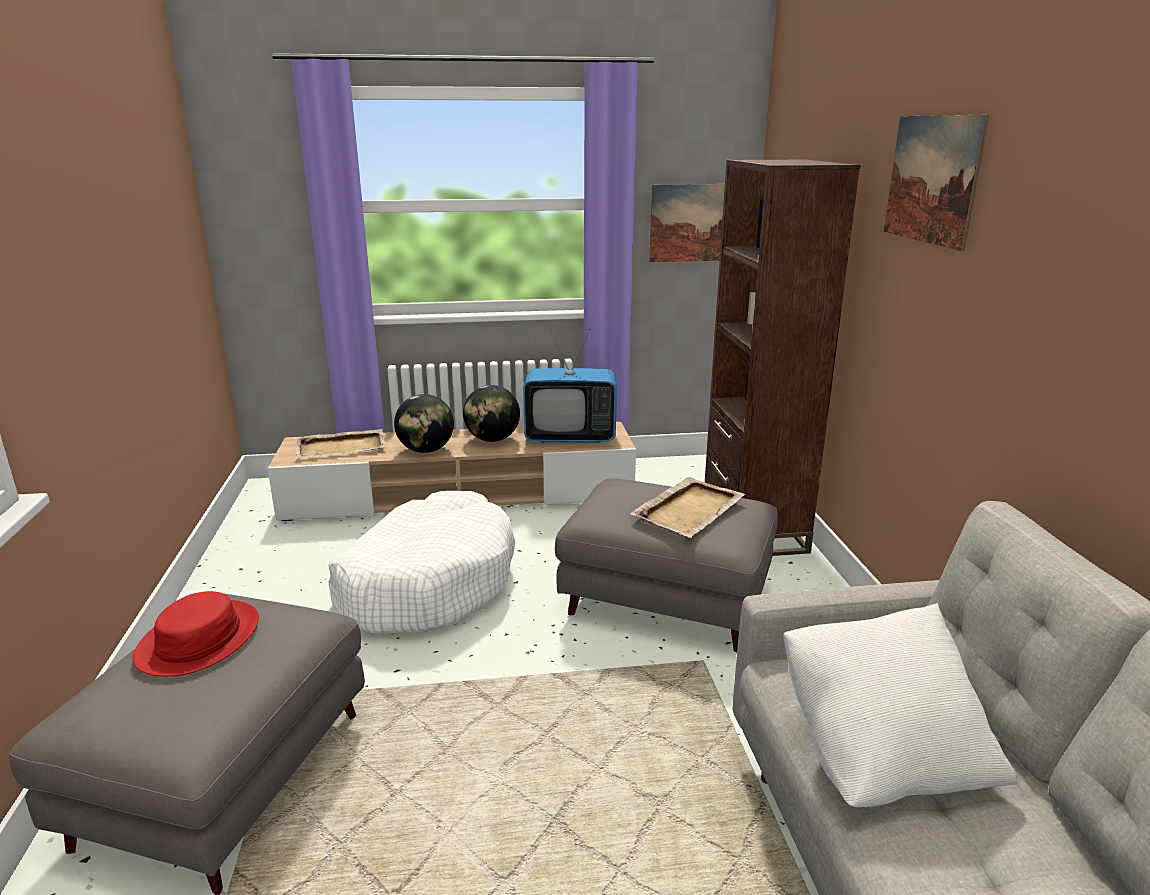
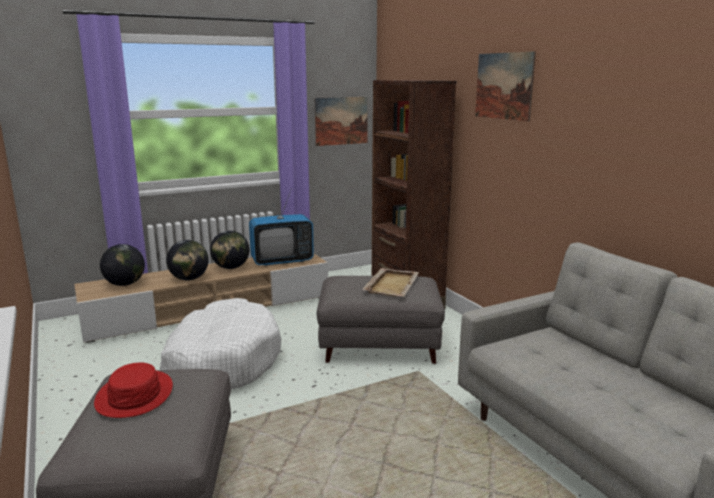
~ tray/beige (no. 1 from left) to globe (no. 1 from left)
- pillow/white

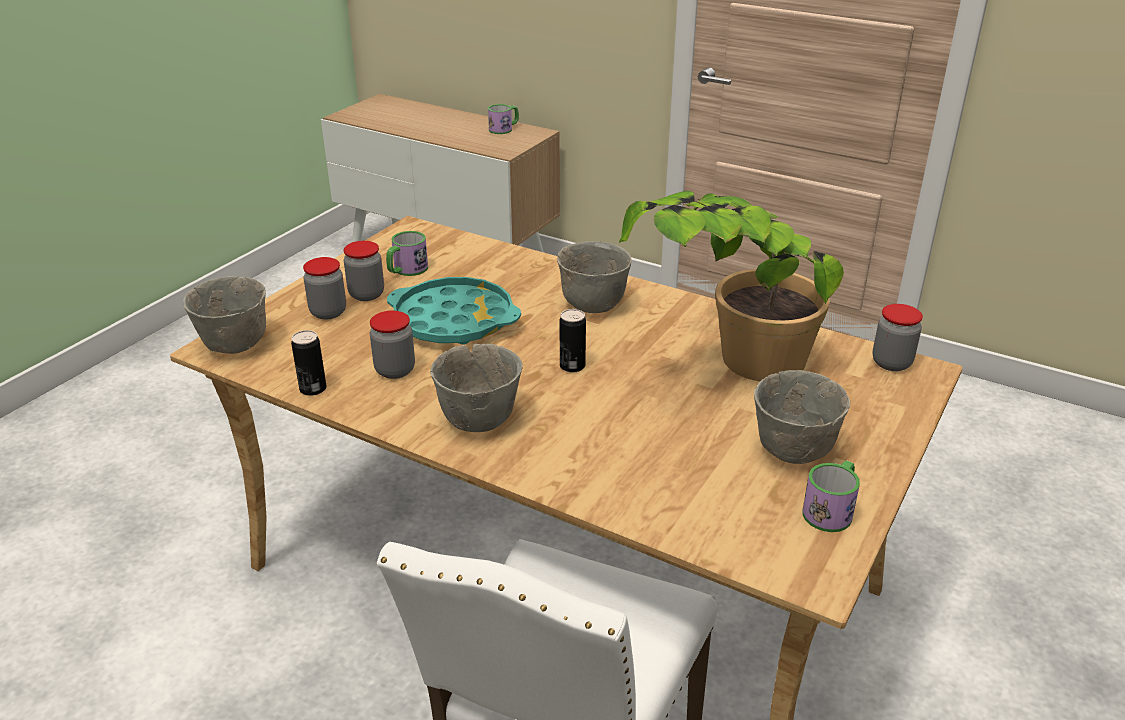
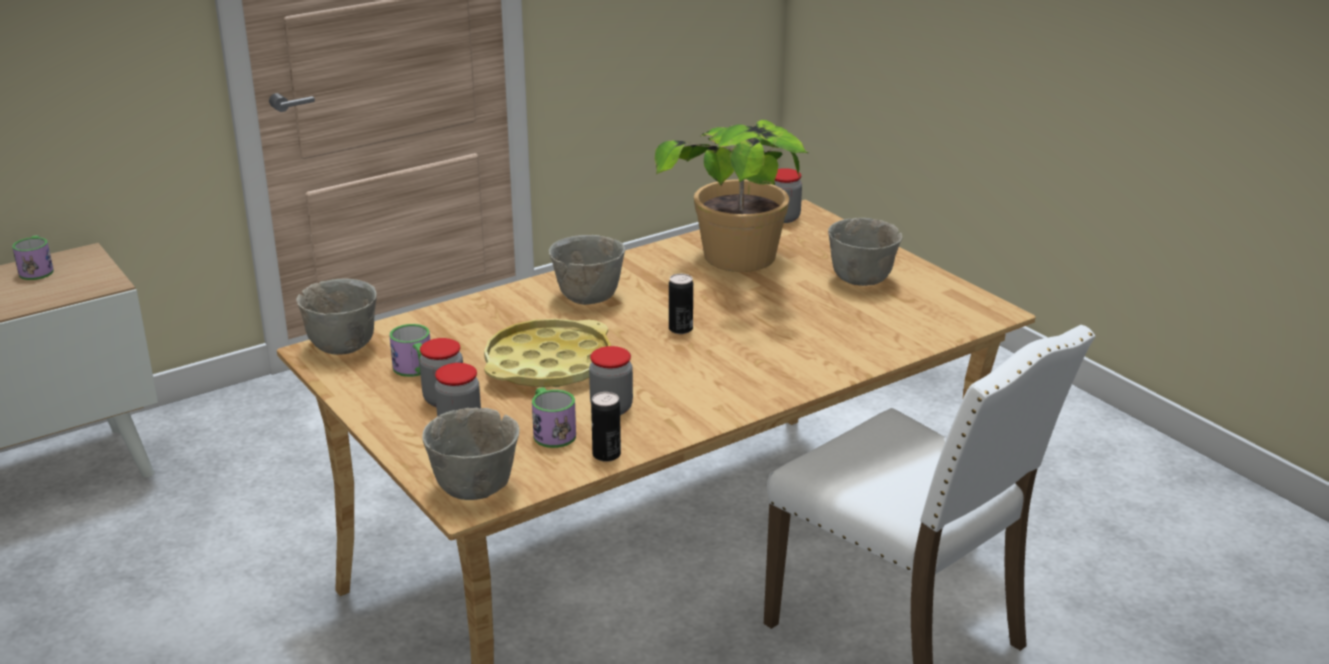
~ tray/turquoise to tray/yellow
~ bowl/grey (no. 2 from left in the first image) to bowl/grey (no. 1 from left)
~ mug (no. 3 from left)

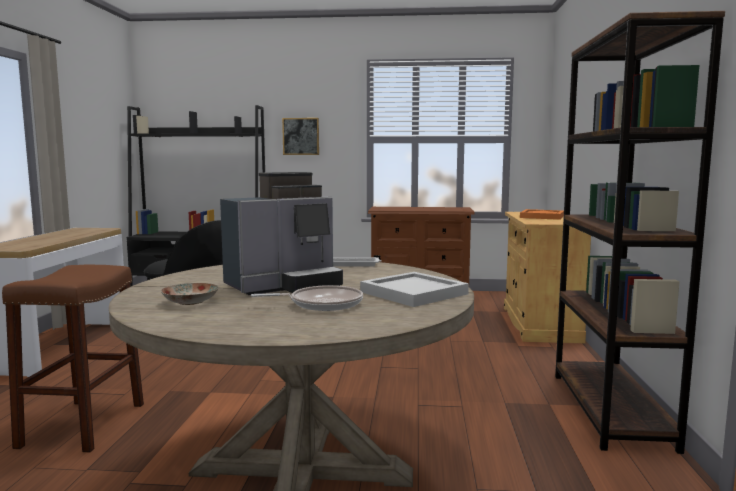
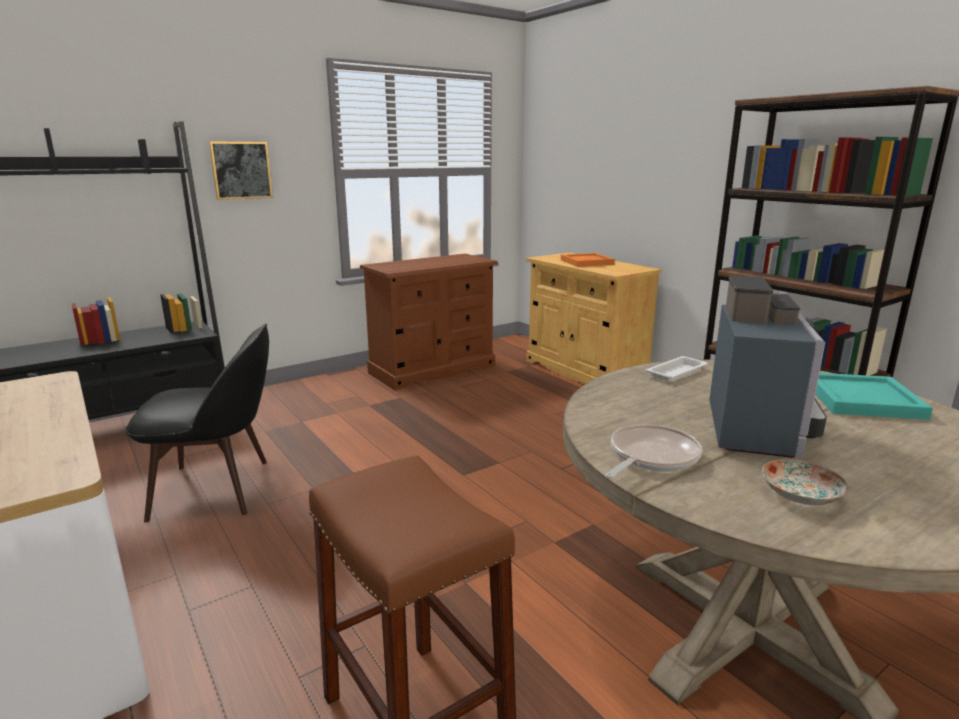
~ frying pan
~ tray/white (no. 2 from left) to tray/turquoise

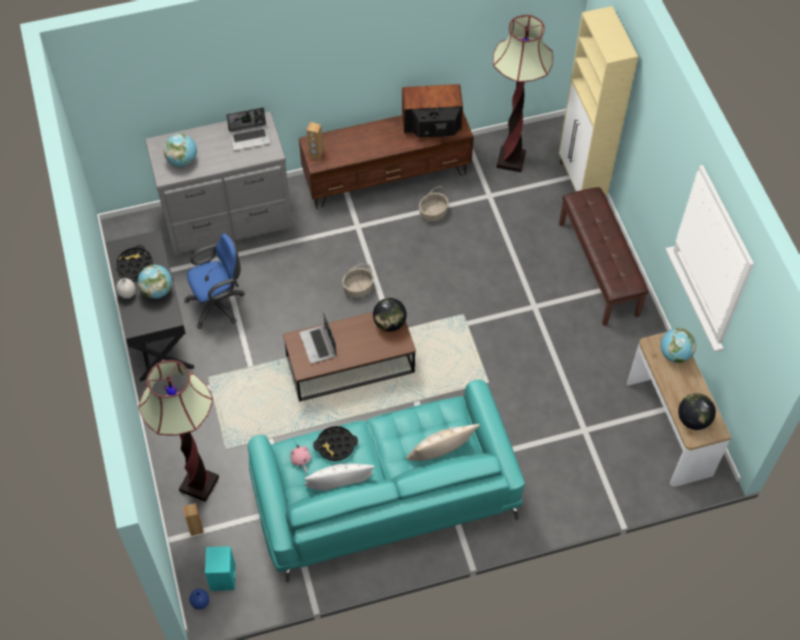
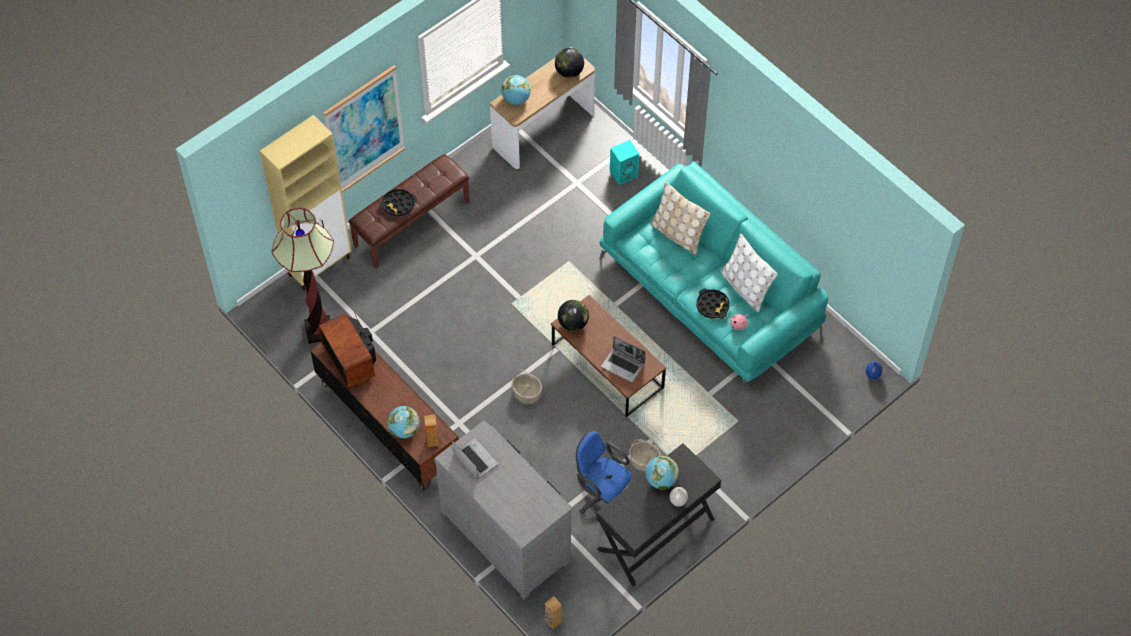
~ tray/black (no. 1 from left)
- floor lamp (no. 1 from left)
~ globe (no. 2 from left in the first image) to globe (no. 1 from left)
~ speaker/brown (no. 1 from left in the first image) to speaker/brown (no. 2 from left)
~ speaker/turquoise
~ laptop (no. 2 from left) 75 degrees clockwise
~ basket (no. 2 from left)
+ picture

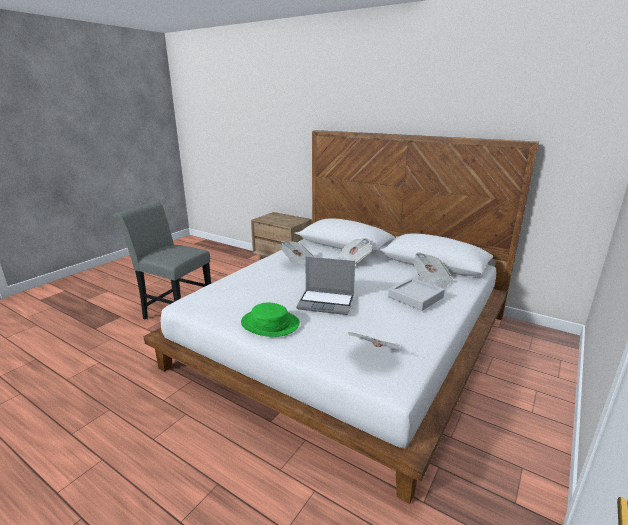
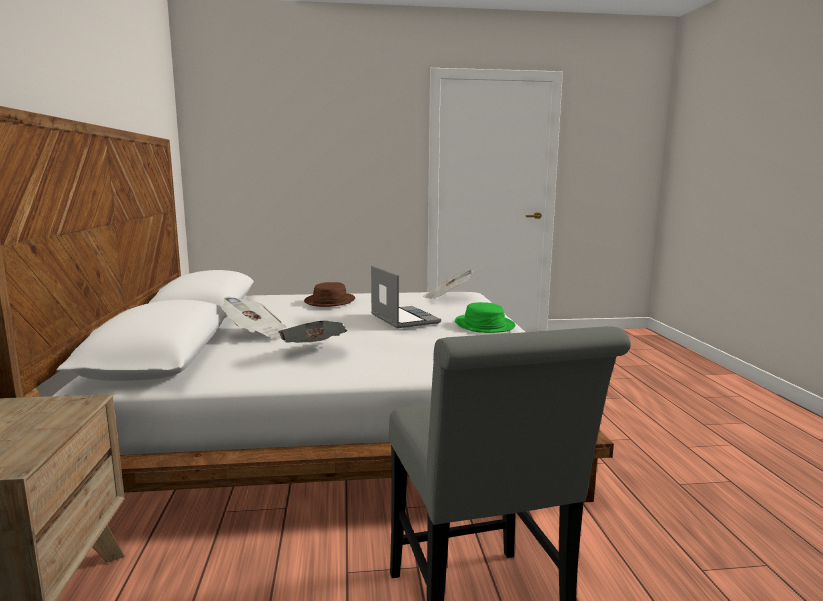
~ tray/grey to hat/brown
- newspaper (no. 4 from left)

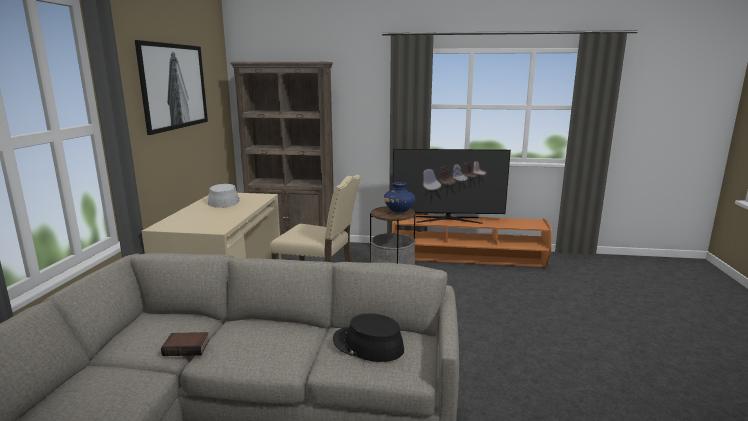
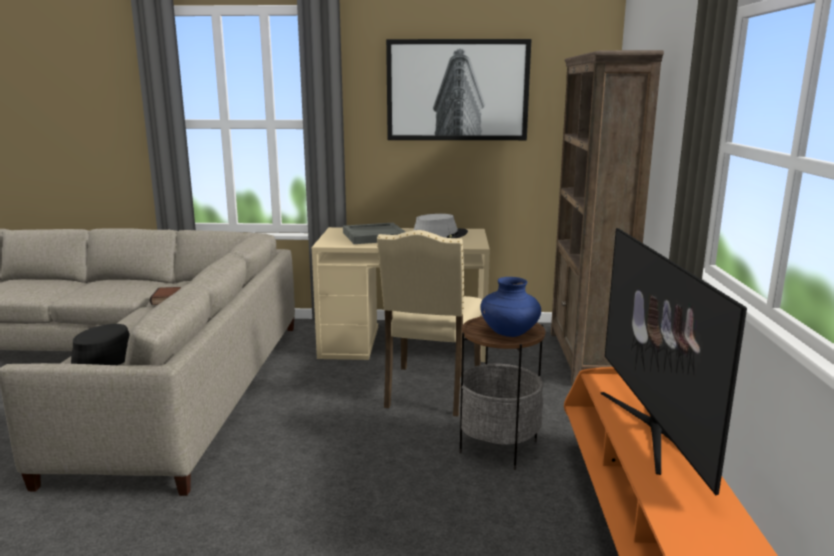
+ tray/grey

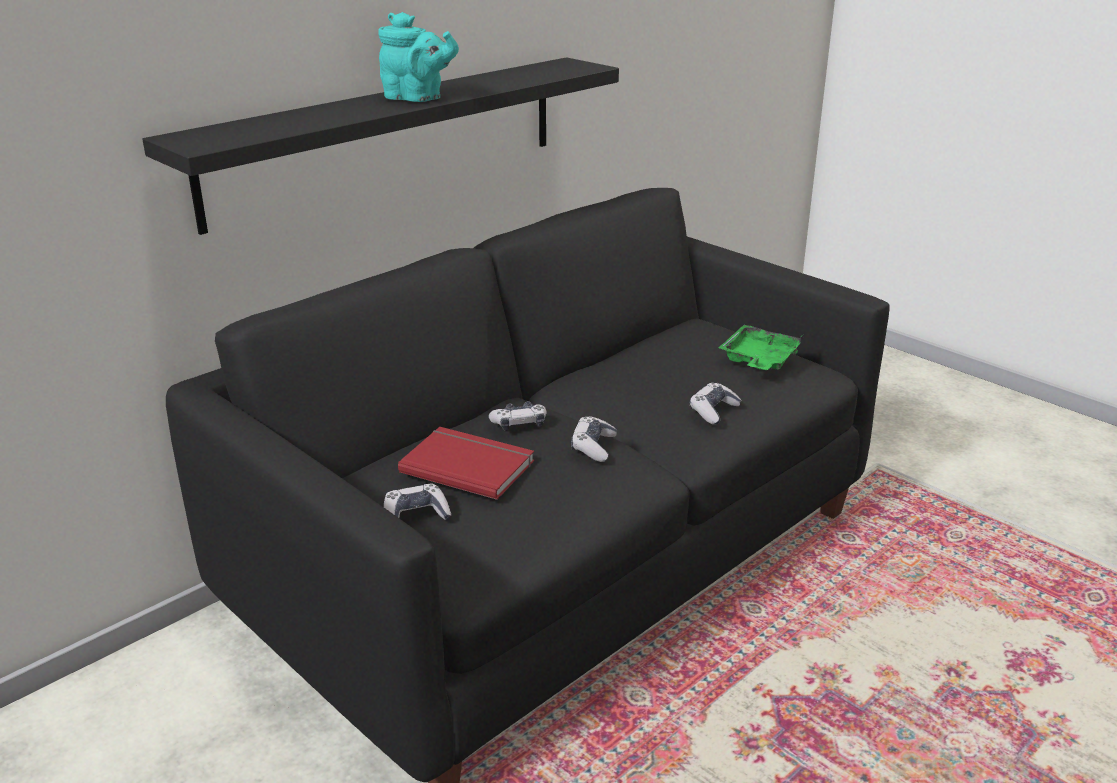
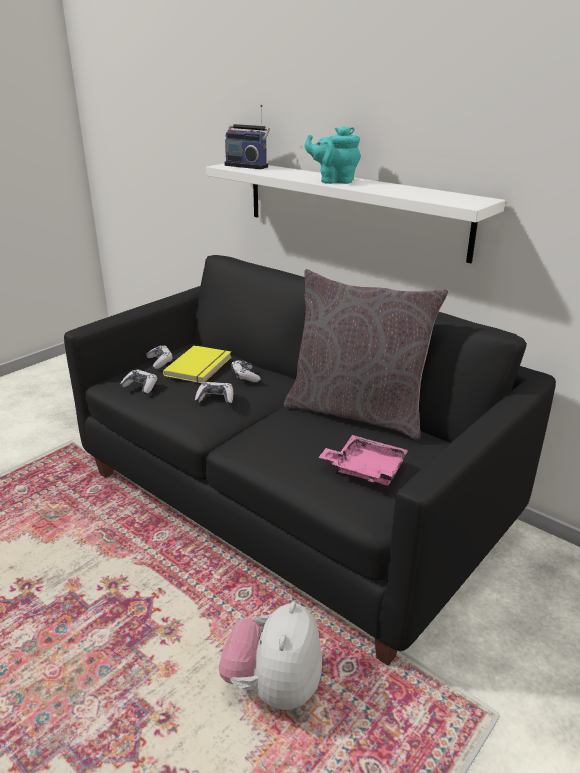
~ shelf/black to shelf/white
~ teapot/turquoise 75 degrees clockwise
~ book/red to book/yellow
~ game controller (no. 4 from left in the first image) to game controller (no. 1 from left)
~ tray/green to tray/pink
+ plush toy
+ radio
+ pillow/grey

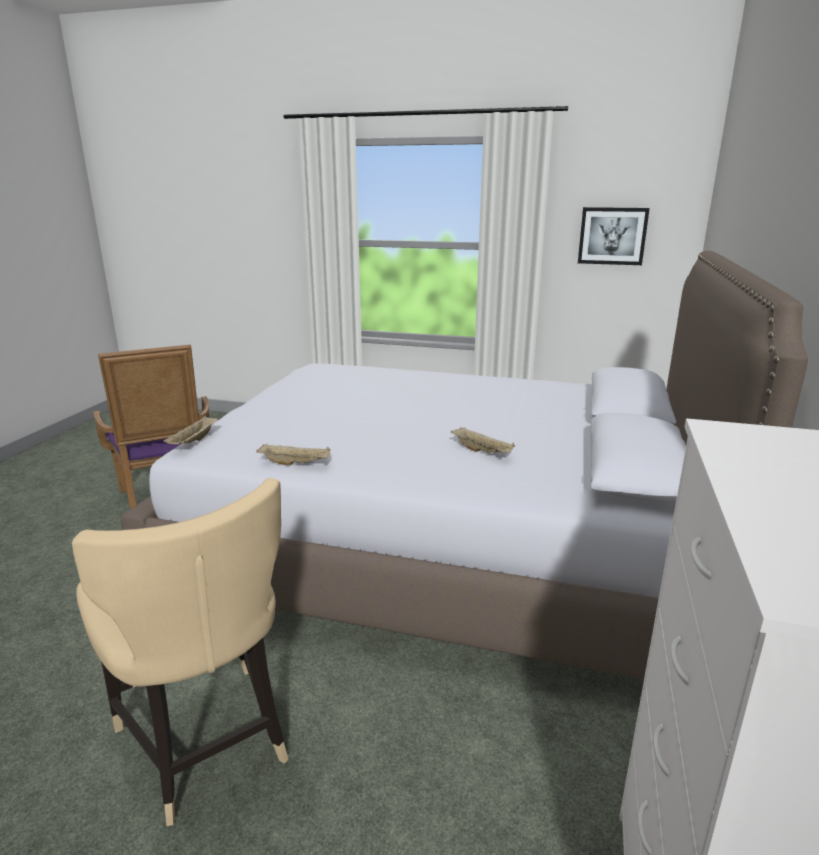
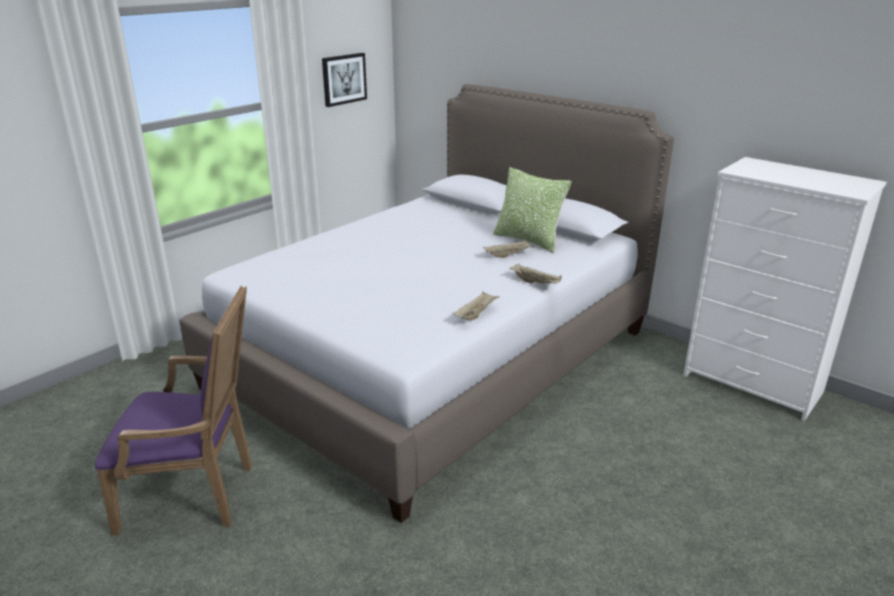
- chair/beige
~ tray/beige (no. 1 from left in the first image) to tray/beige (no. 3 from left)
+ pillow

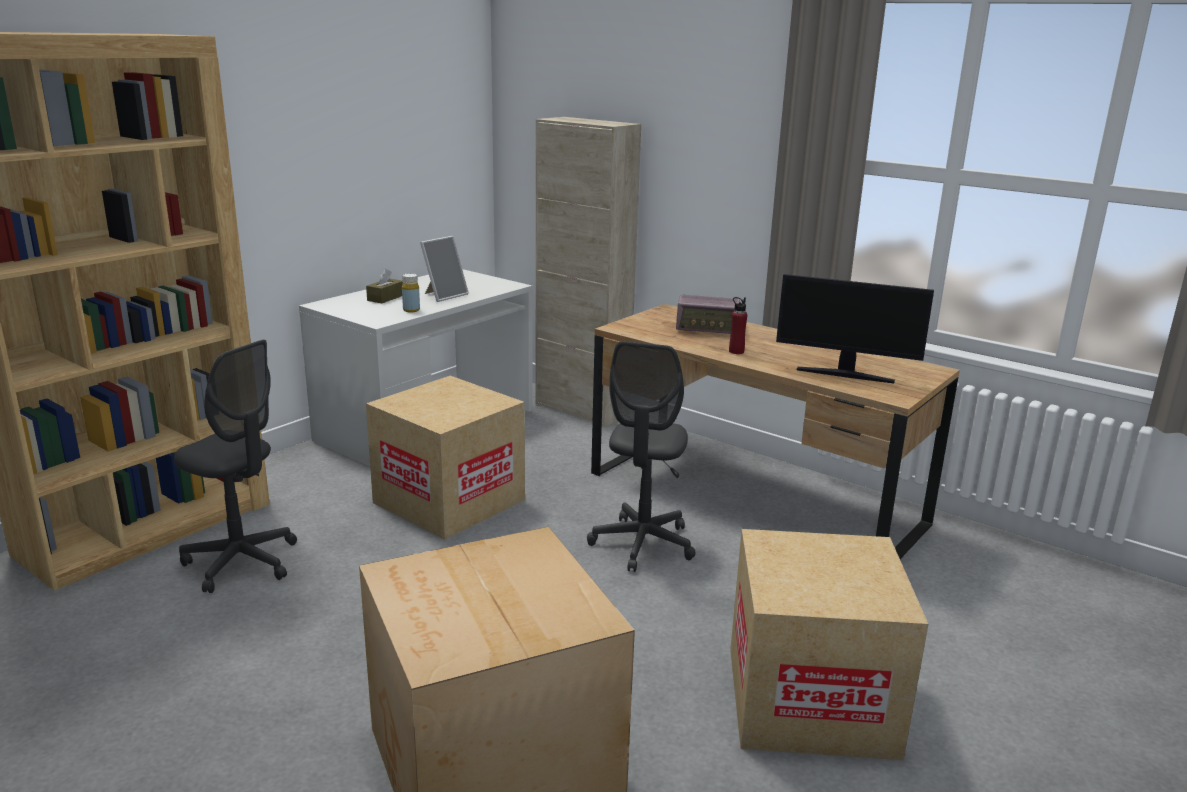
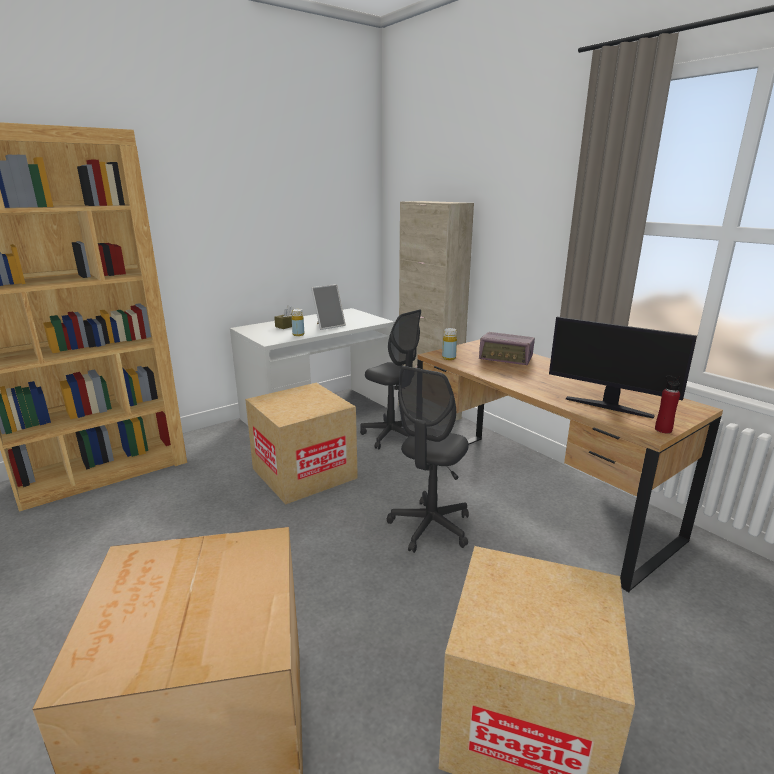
~ office chair/grey (no. 1 from left)
~ bottle/red
+ bottle/yellow (no. 2 from left)

